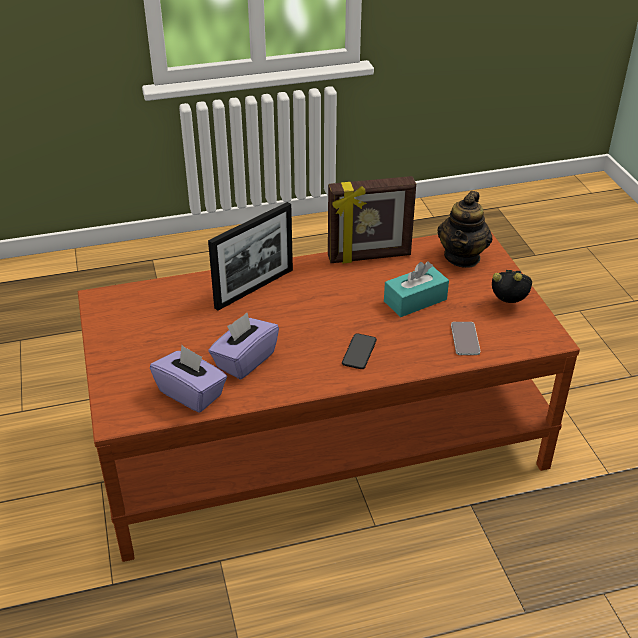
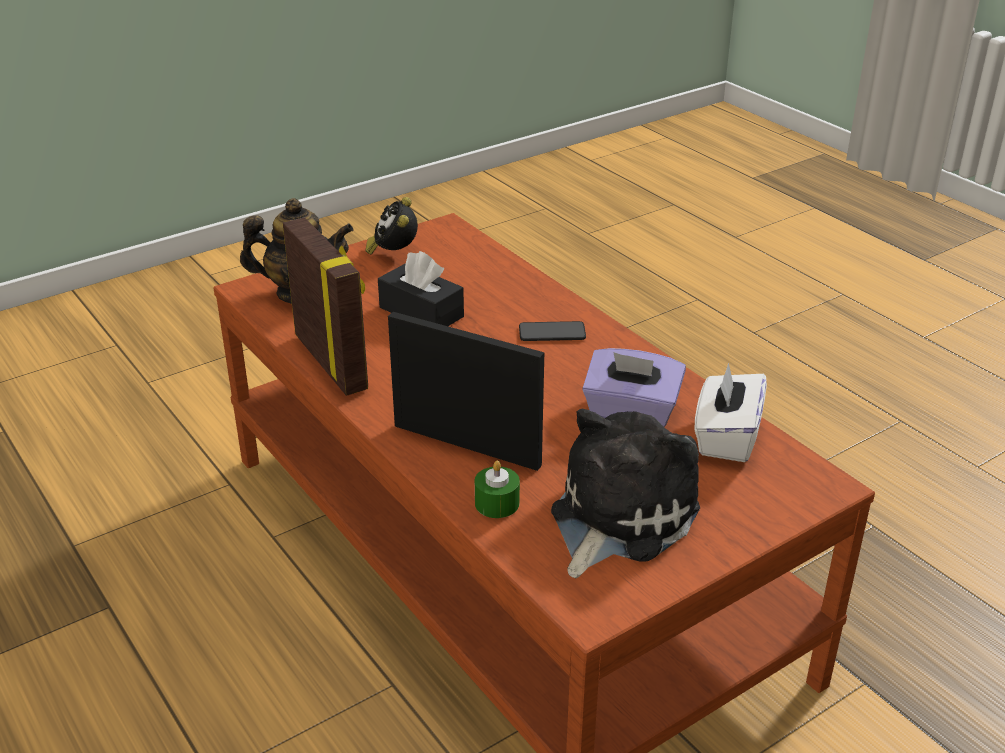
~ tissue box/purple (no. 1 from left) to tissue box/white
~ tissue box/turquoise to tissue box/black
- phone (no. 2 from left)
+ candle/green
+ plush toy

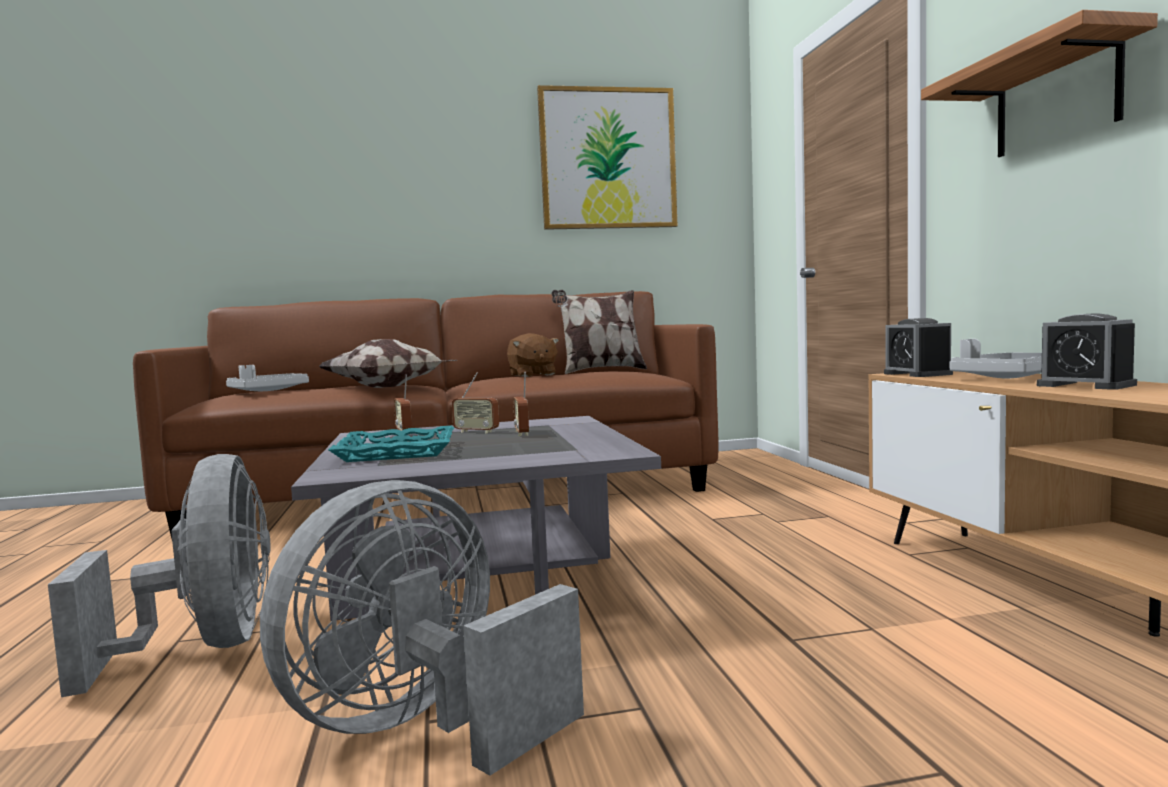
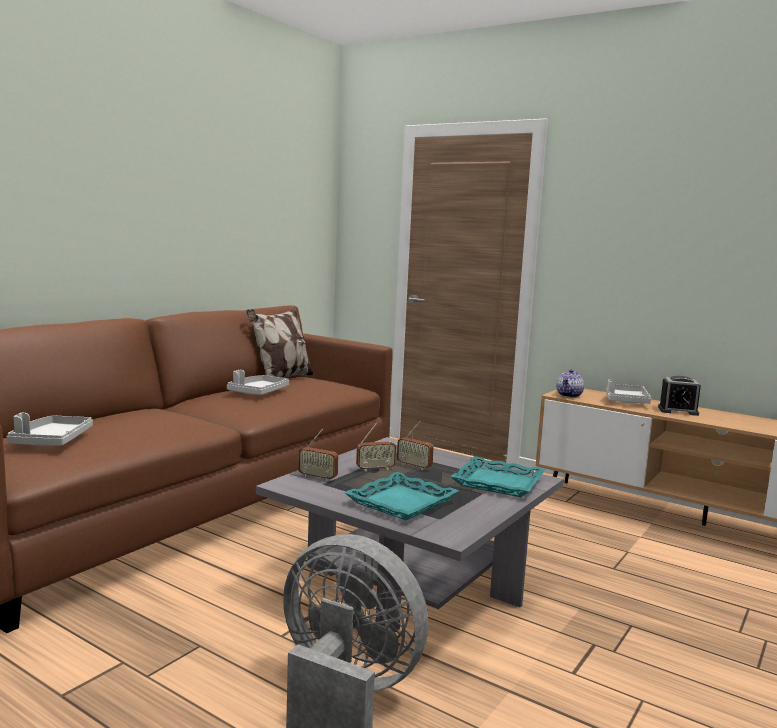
- fan/grey (no. 2 from left)
- pillow (no. 1 from left)
~ plush toy/brown to tray/grey (no. 2 from left)
- picture
~ alarm clock (no. 1 from left) to teapot
- shelf
+ tray/turquoise (no. 2 from left)

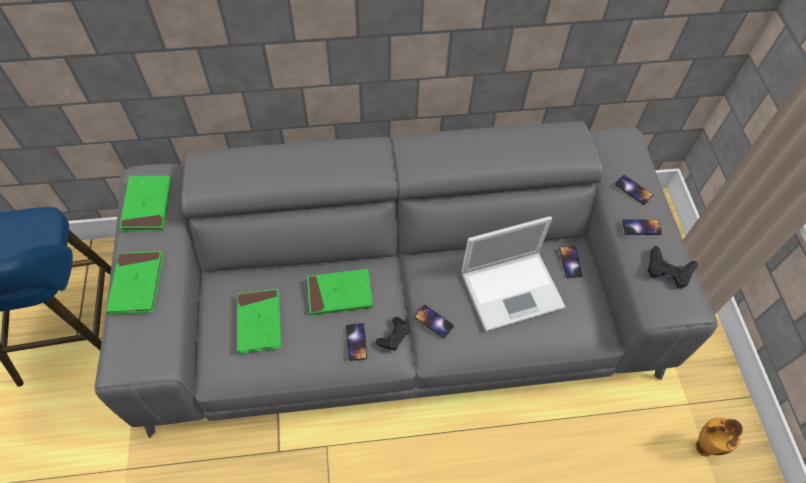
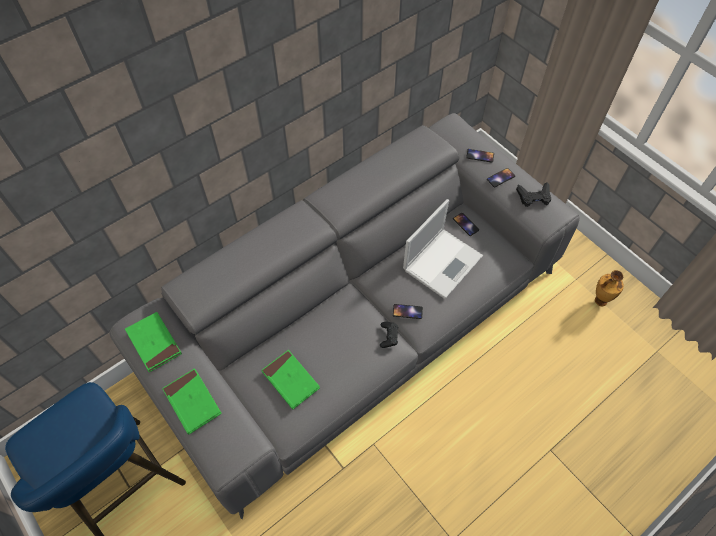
- book/green (no. 4 from left)
- phone (no. 1 from left)

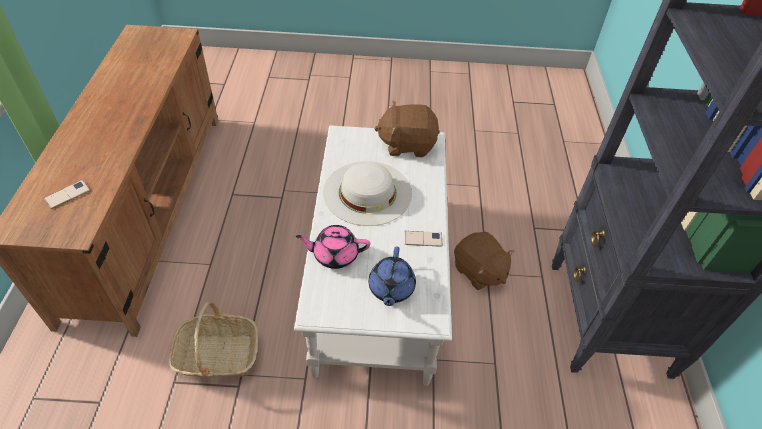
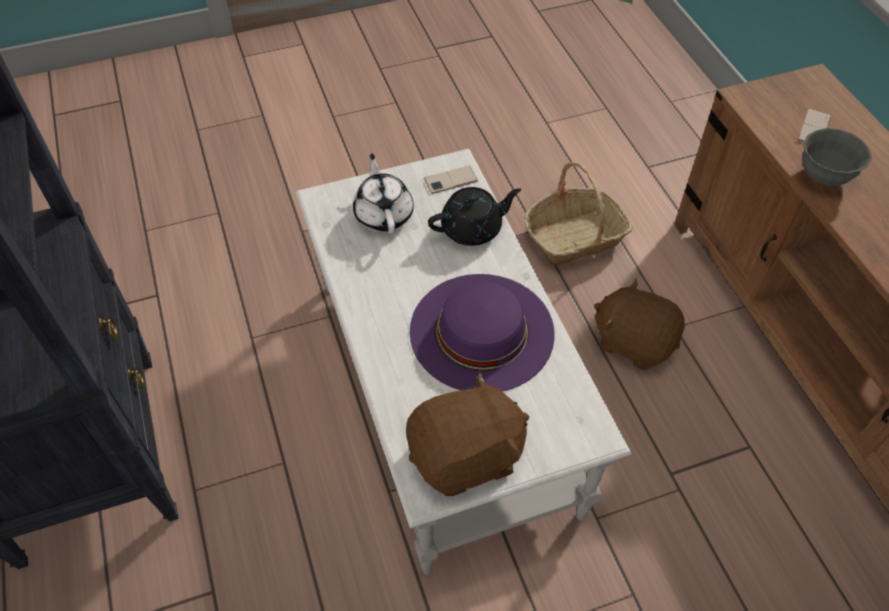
~ teapot/pink to teapot/black
~ hat/white to hat/purple
~ teapot/blue to teapot/white
~ phone (no. 2 from left in the first image) to phone (no. 1 from left)
~ plush toy/brown (no. 2 from left)
+ bowl/grey

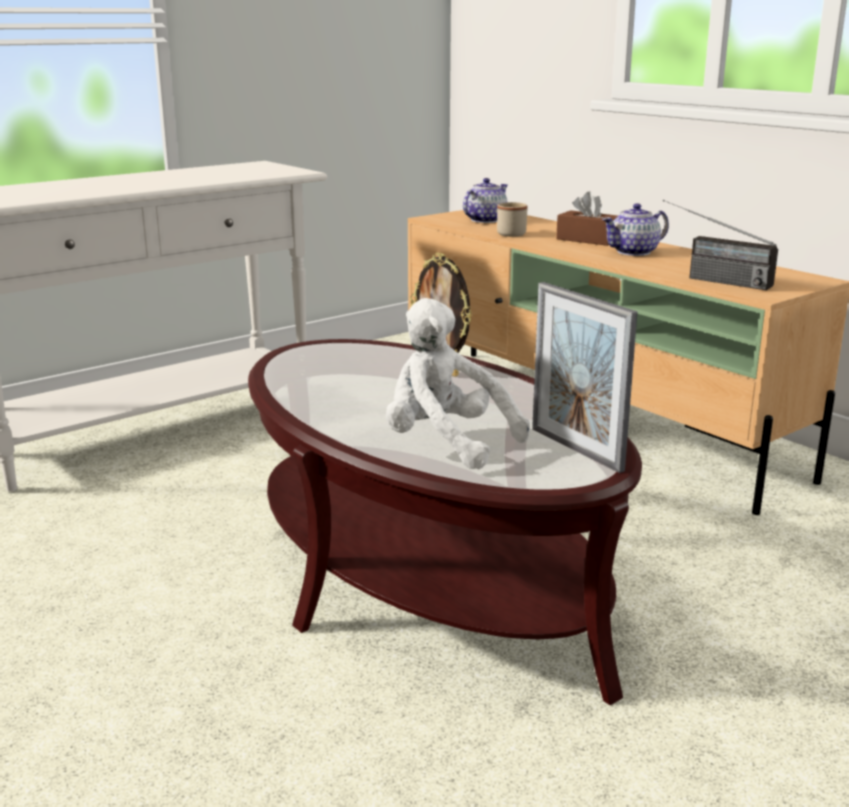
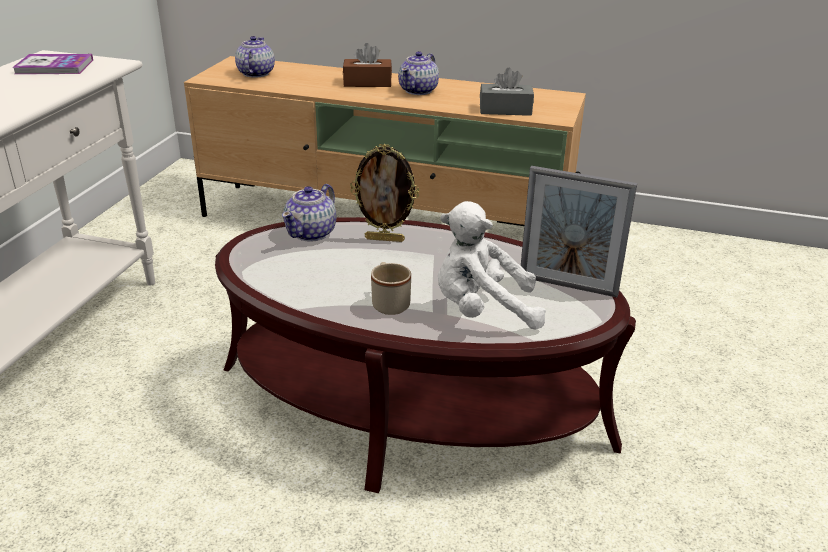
~ mug/beige
~ radio to tissue box/grey
+ book
+ teapot (no. 2 from left)

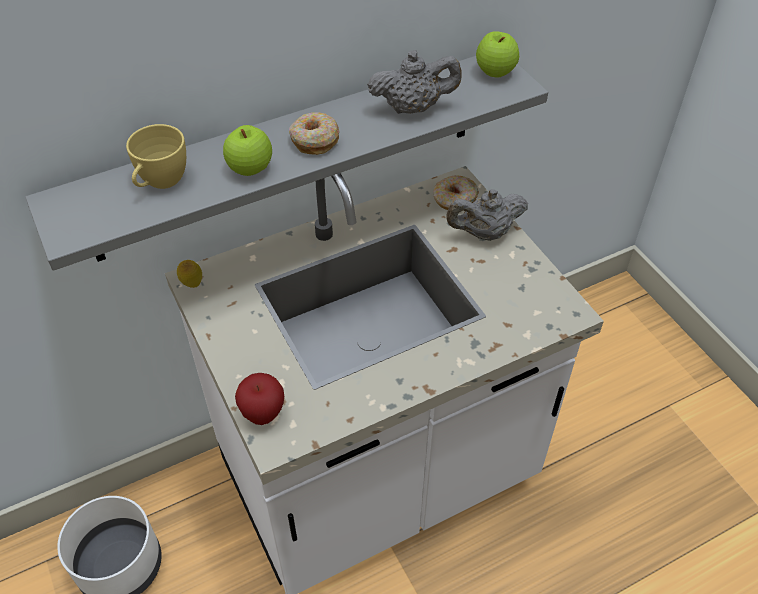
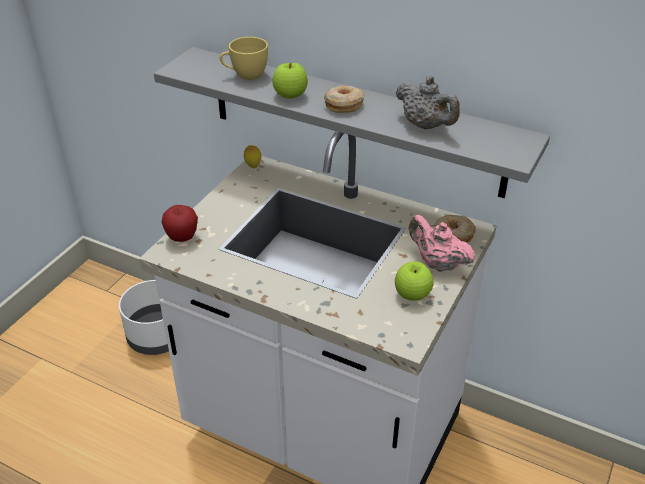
~ teapot/grey (no. 2 from left) to teapot/pink
~ apple (no. 3 from left)

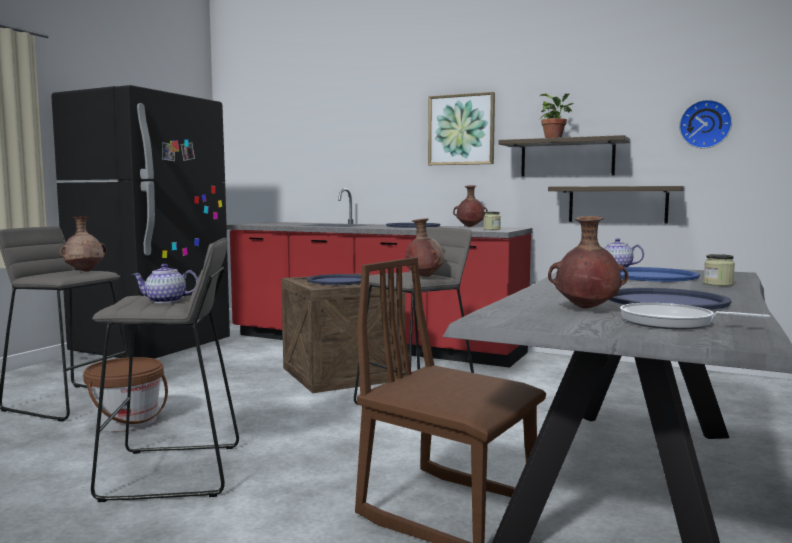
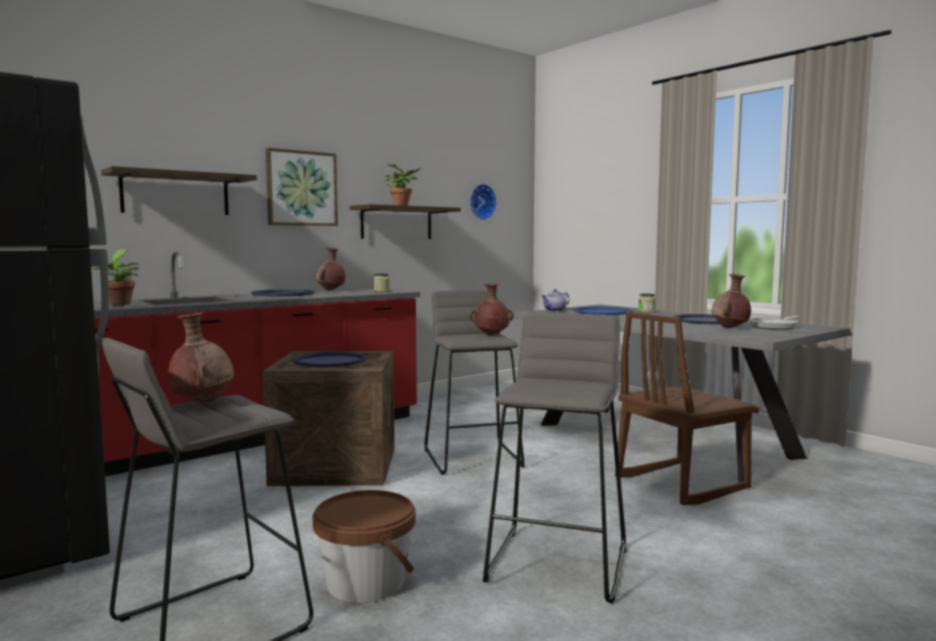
- teapot (no. 1 from left)
~ shelf (no. 2 from left in the first image) to shelf (no. 1 from left)
+ potted plant (no. 1 from left)

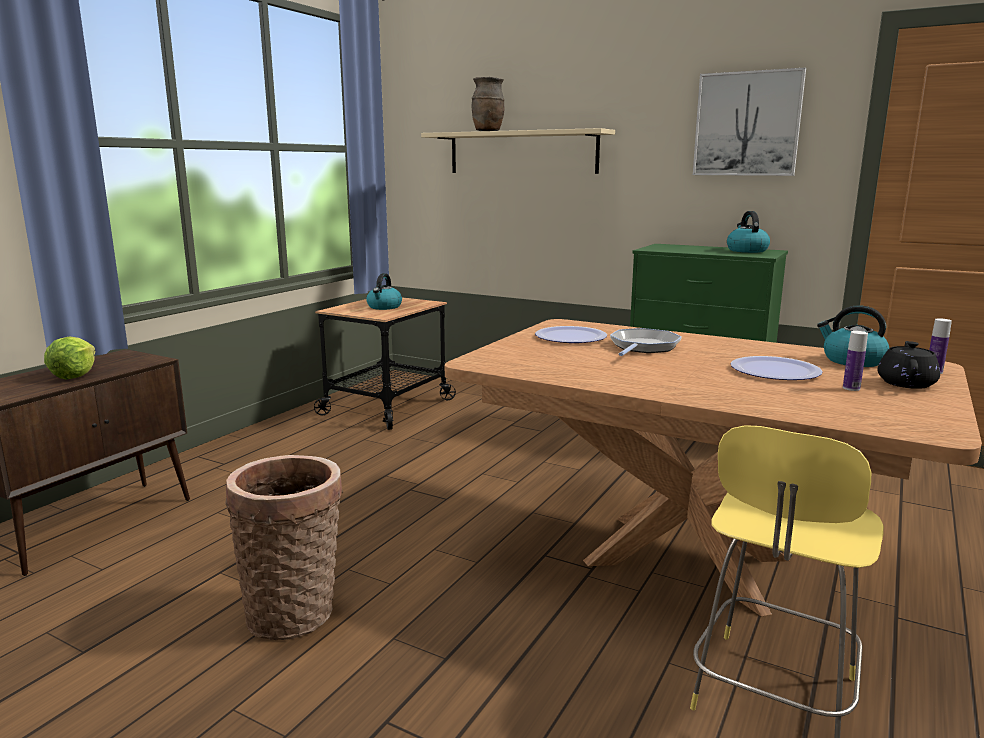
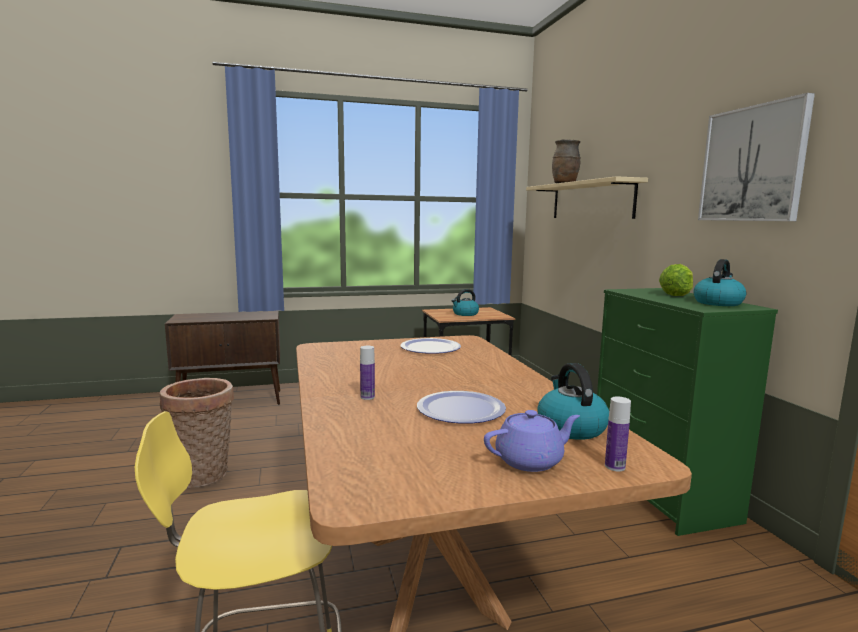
~ lettuce
- frying pan
~ bottle (no. 1 from left)
~ teapot/black to teapot/purple

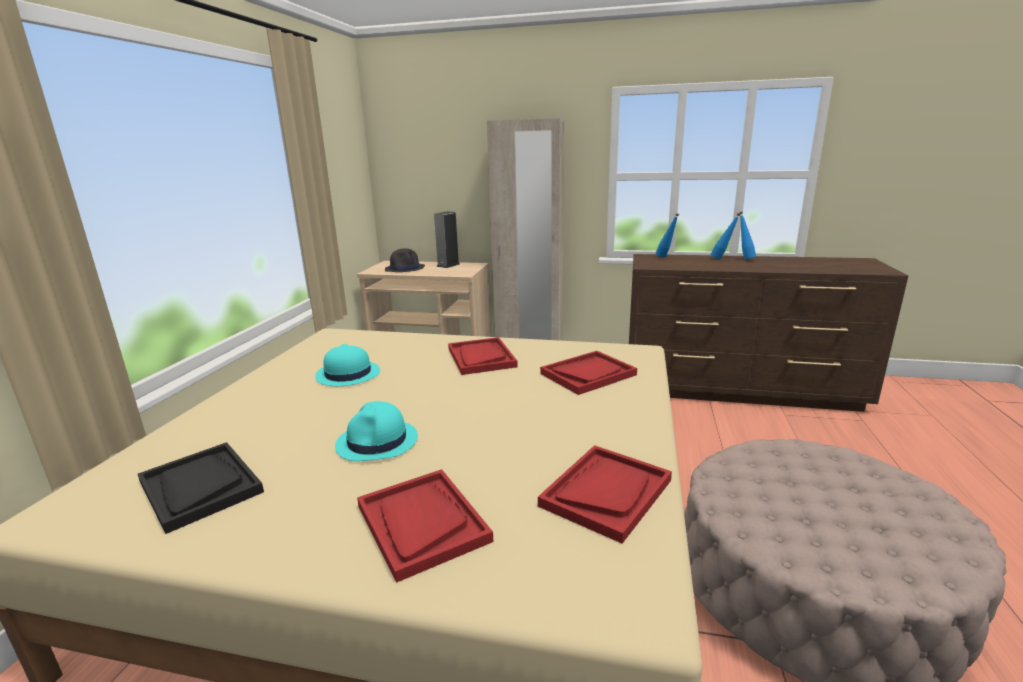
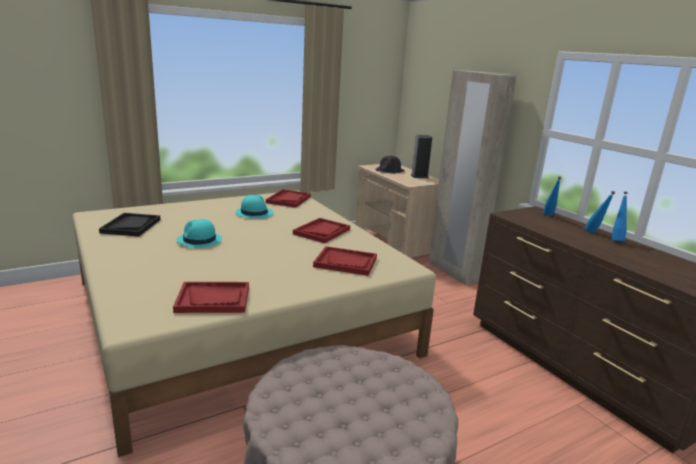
~ tray/red (no. 1 from left in the first image) to tray/red (no. 2 from left)

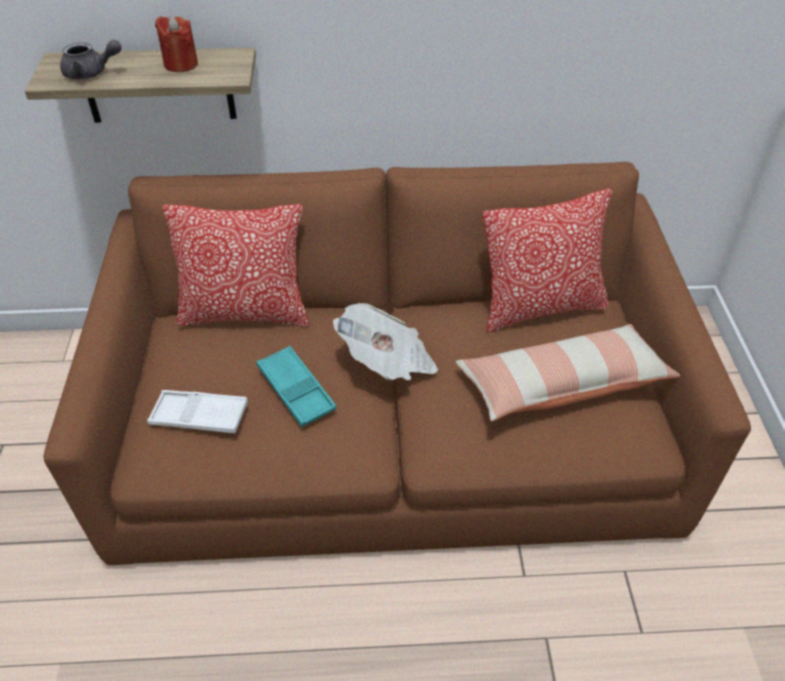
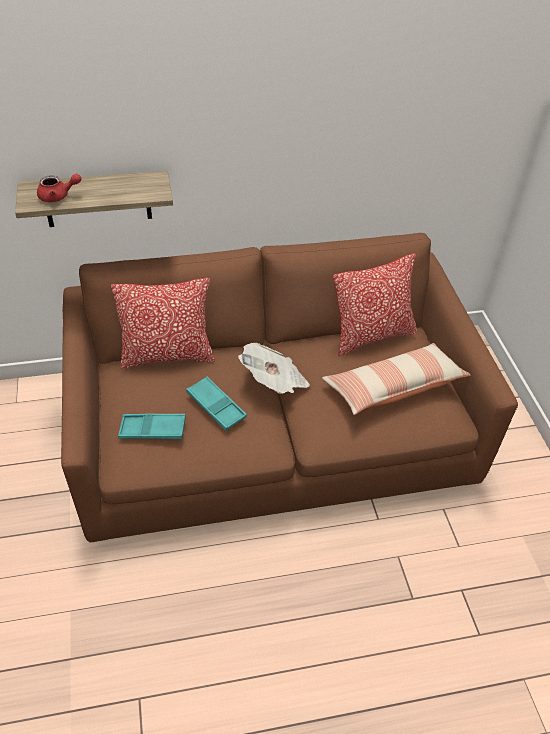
~ teapot/grey to teapot/red
~ tray/white to tray/turquoise (no. 1 from left)
- candle/red

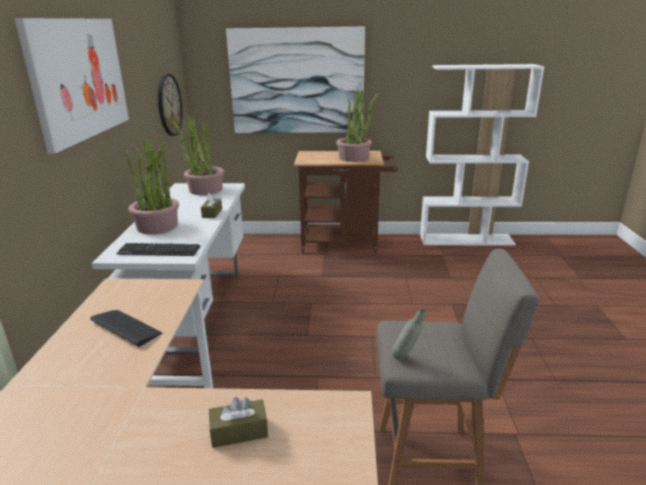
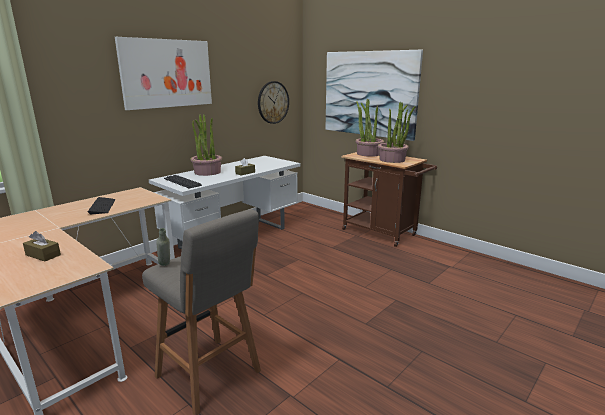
~ potted plant (no. 2 from left)
- bookcase/white

